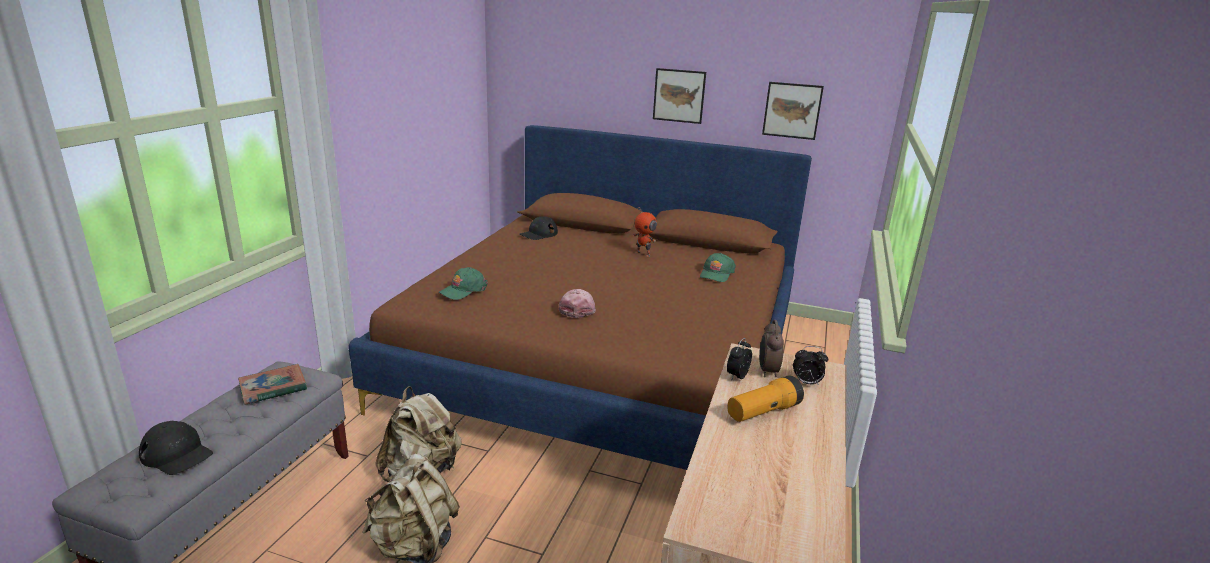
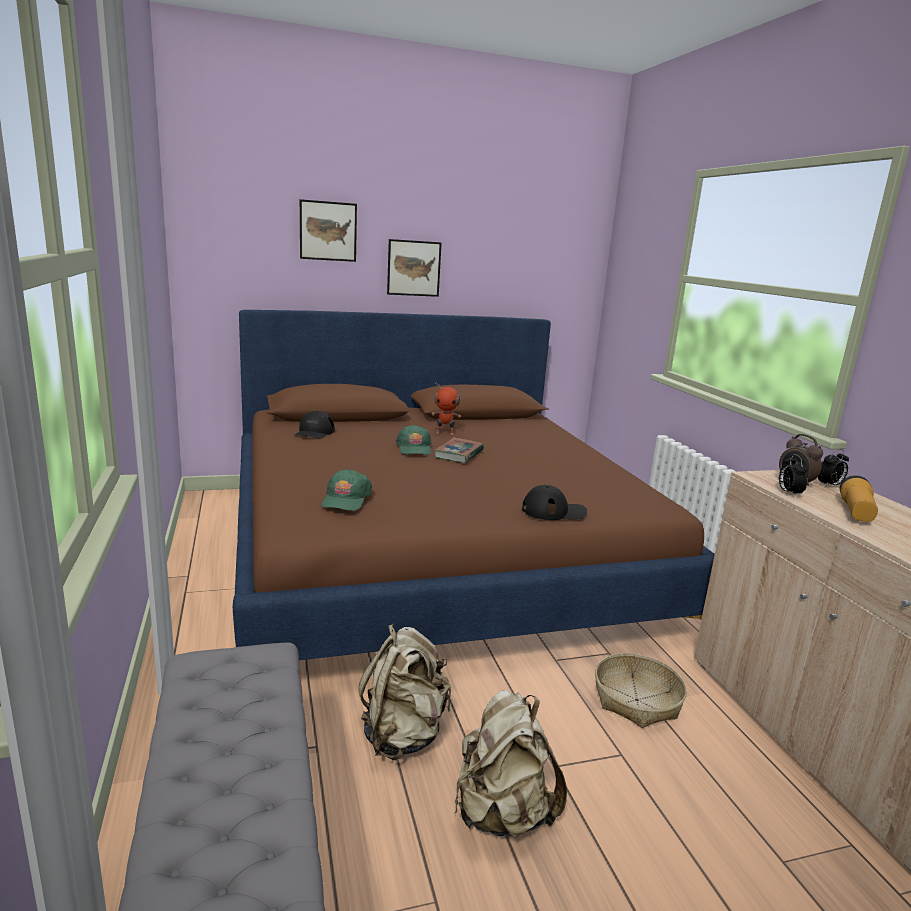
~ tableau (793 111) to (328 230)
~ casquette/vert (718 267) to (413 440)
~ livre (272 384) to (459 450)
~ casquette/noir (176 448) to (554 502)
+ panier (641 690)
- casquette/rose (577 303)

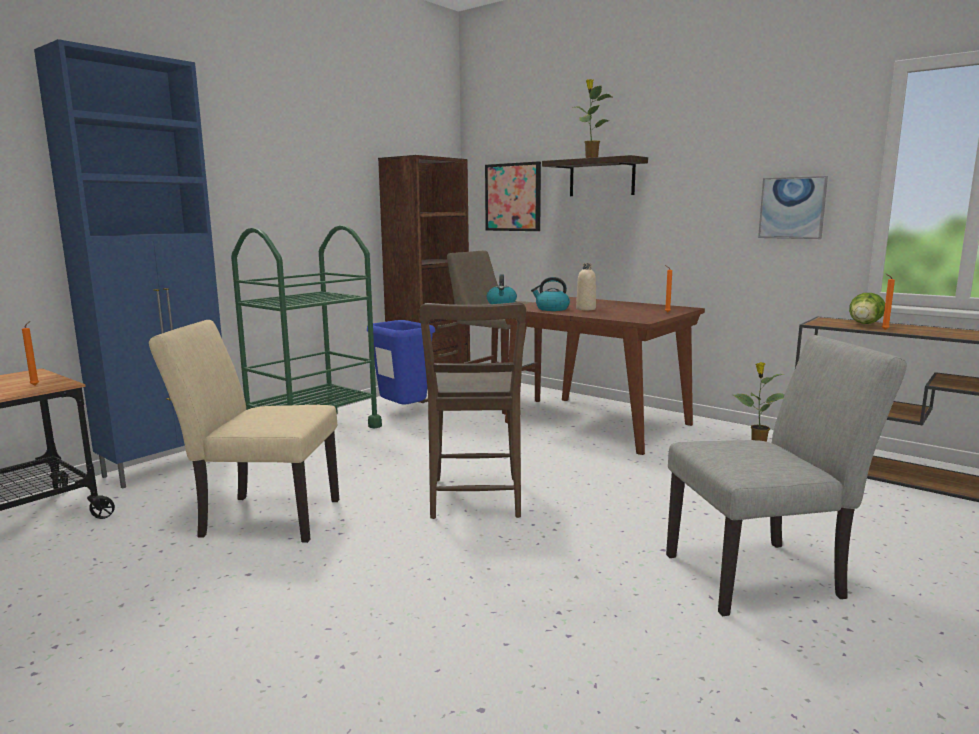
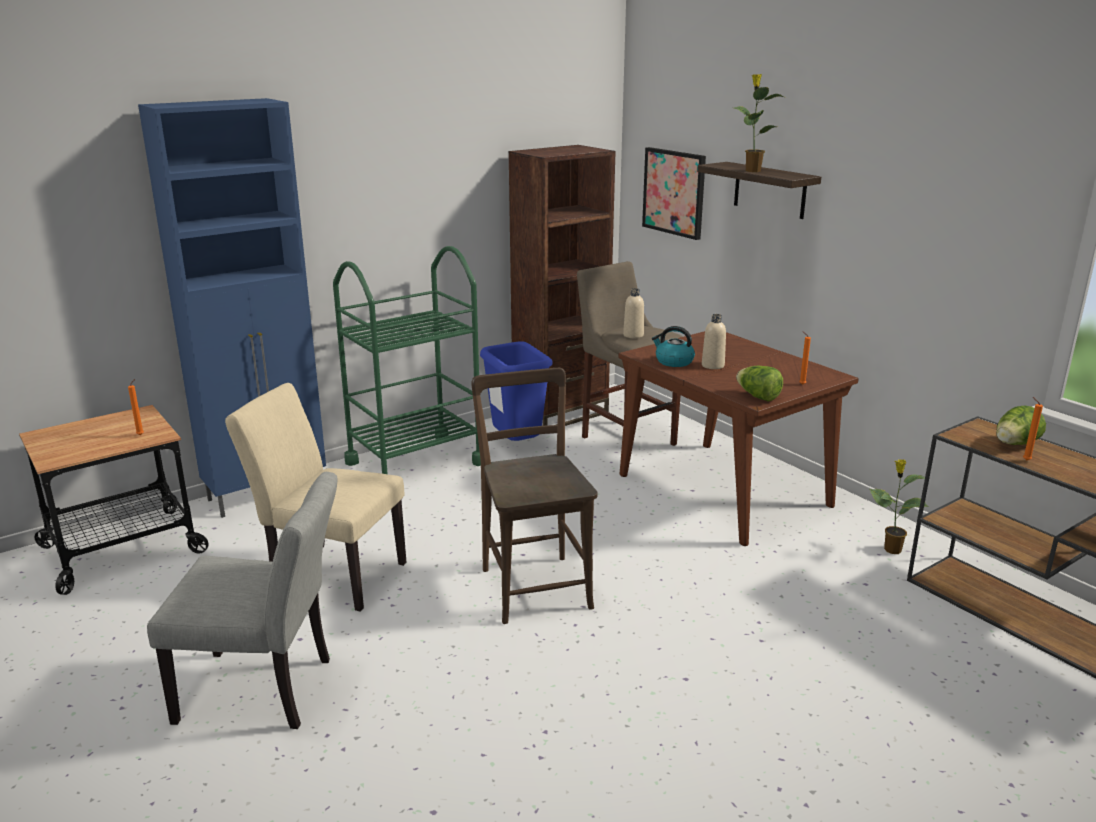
~ chaise/gris (786 475) to (242 600)
~ chaise/marron (473 410) = (534 496) 150 degrees clockwise
~ bouilloire (501 289) to bouteille/beige (633 313)
+ laitue (759 383)
- tableau (793 207)

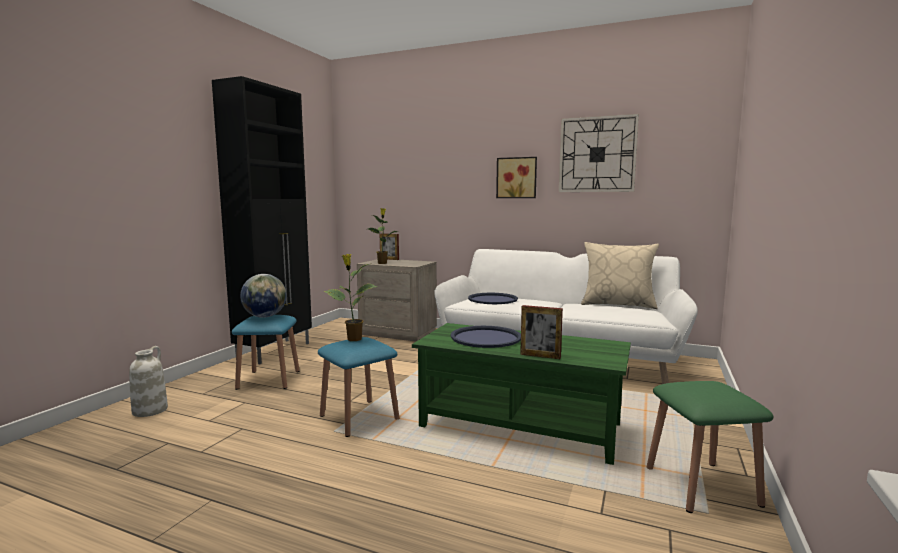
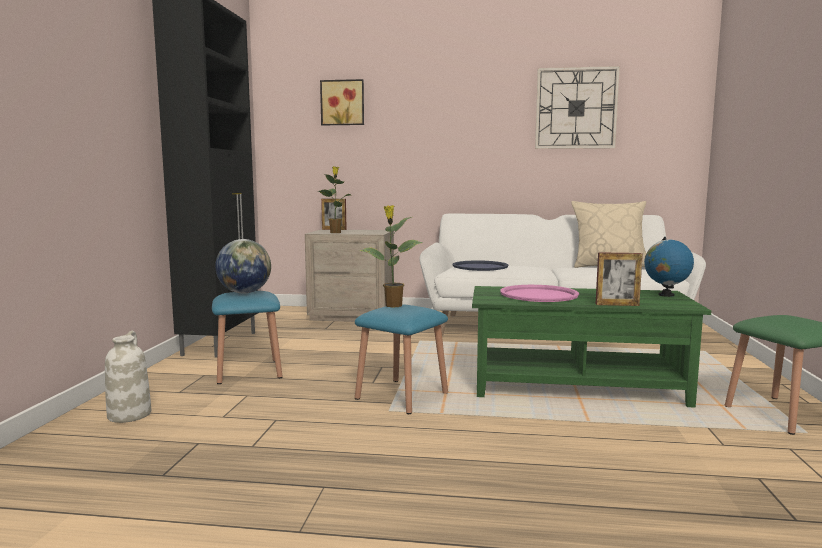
~ tableau (516 177) to (342 102)
~ plateau/bleu (486 337) to plateau/rose (539 293)
+ globe (669 267)

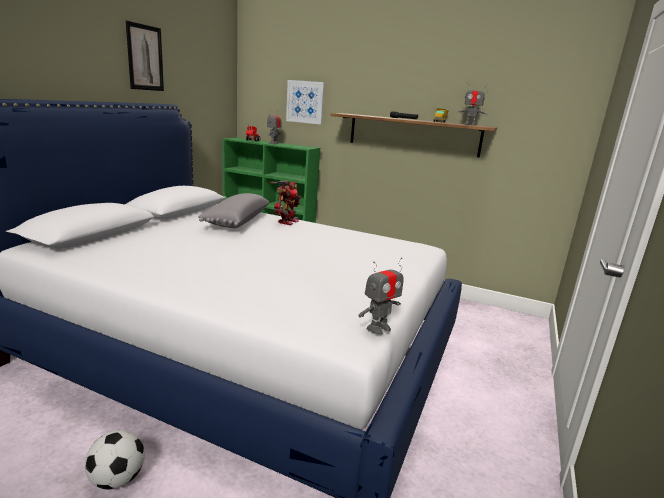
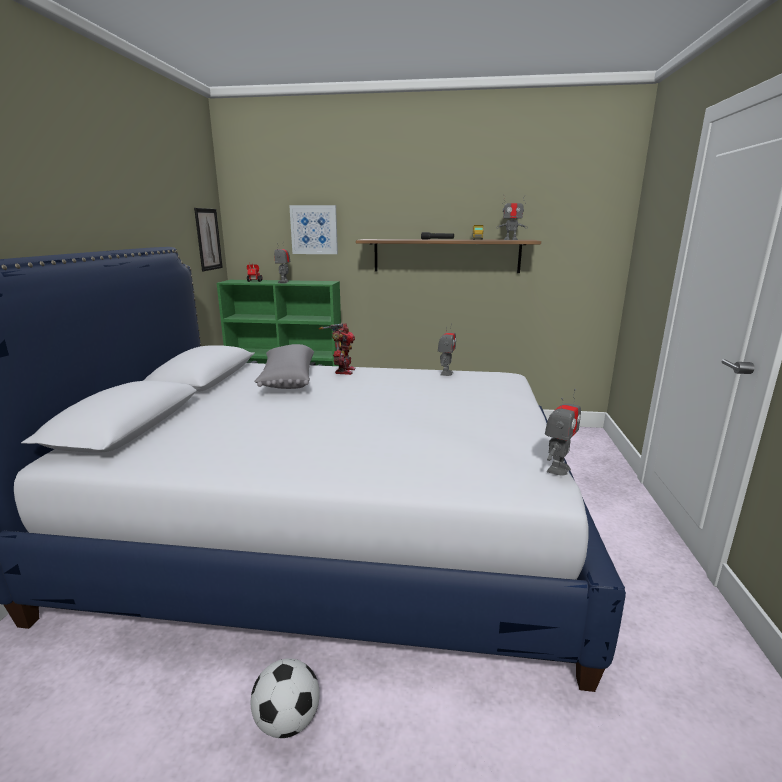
~ tableau (145 56) to (208 239)
+ robot jouet (447 349)

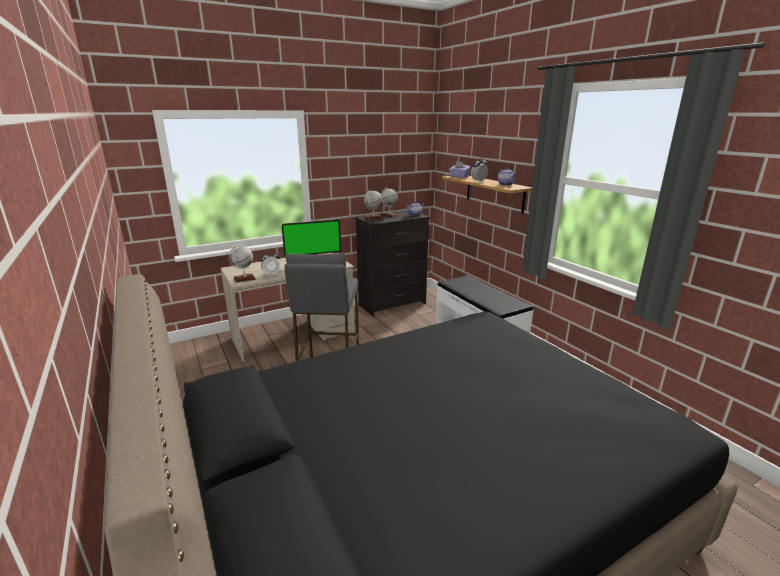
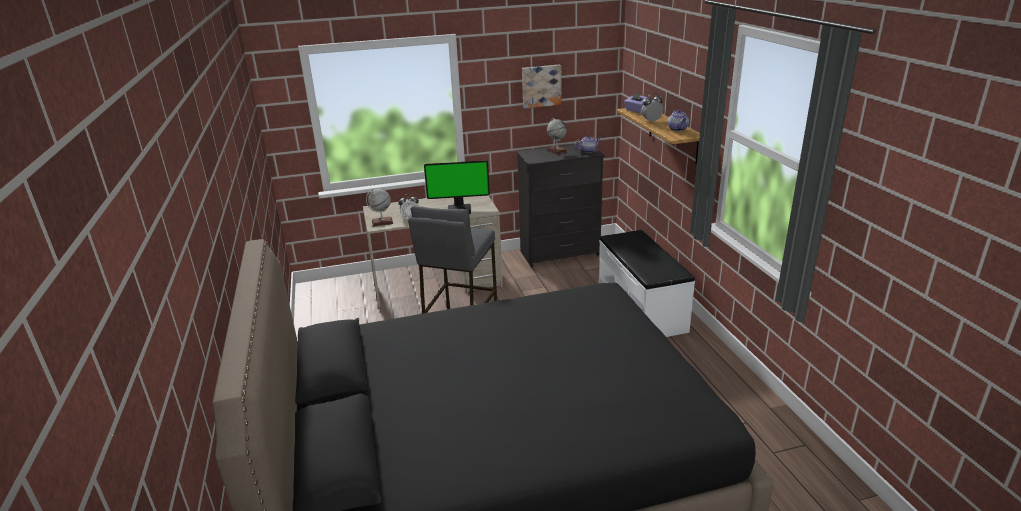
+ tableau (541 87)
- globe (373 205)

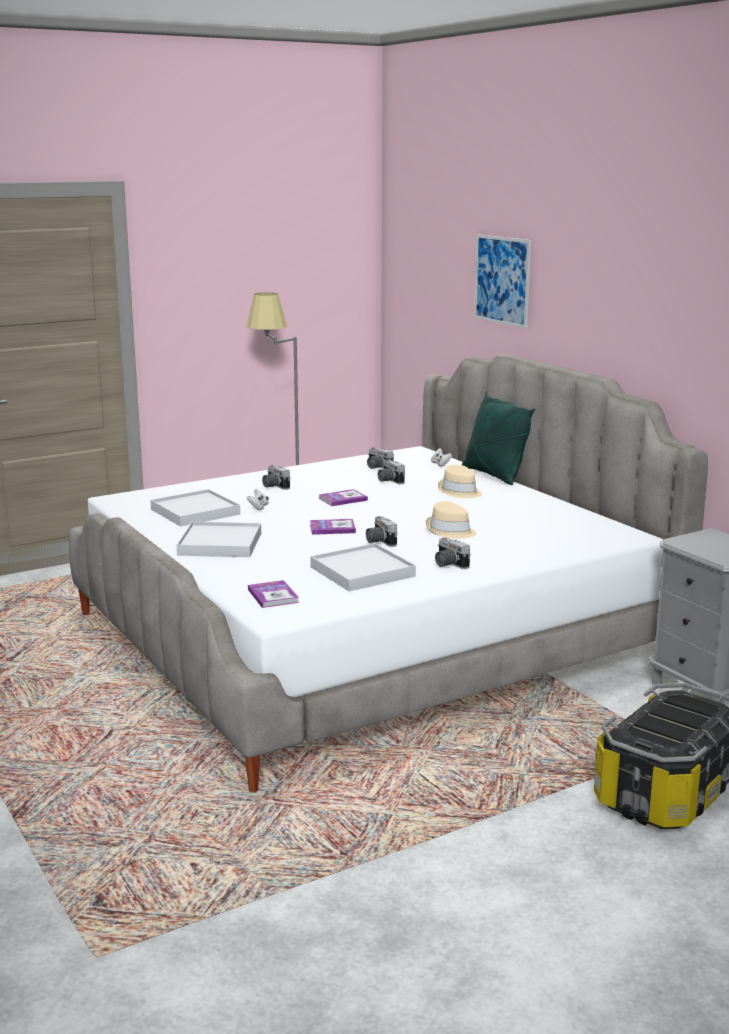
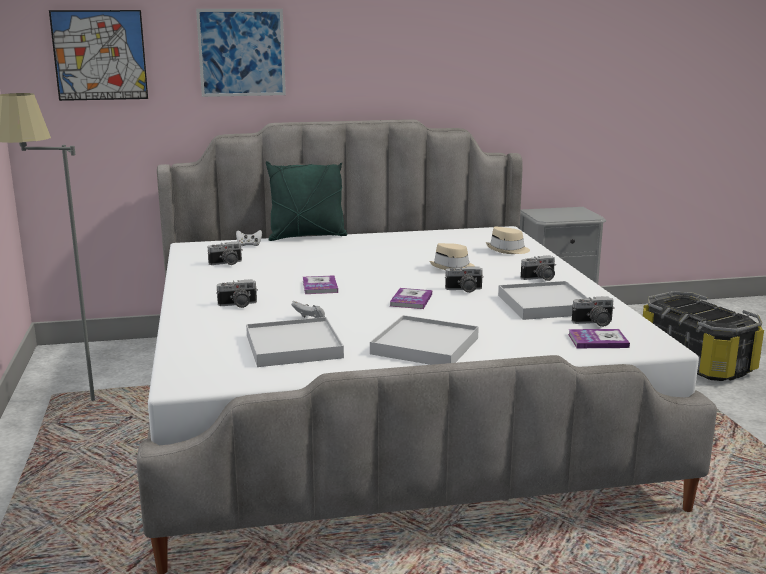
+ tableau (98 55)
~ chapeau/beige (460 481) to (508 240)
~ appareil photo (391 472) to (593 311)

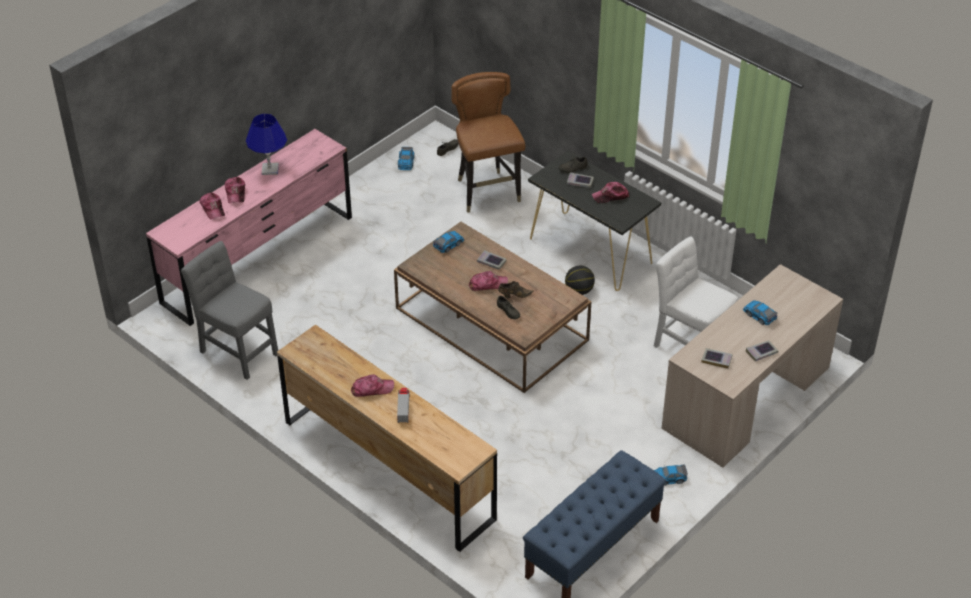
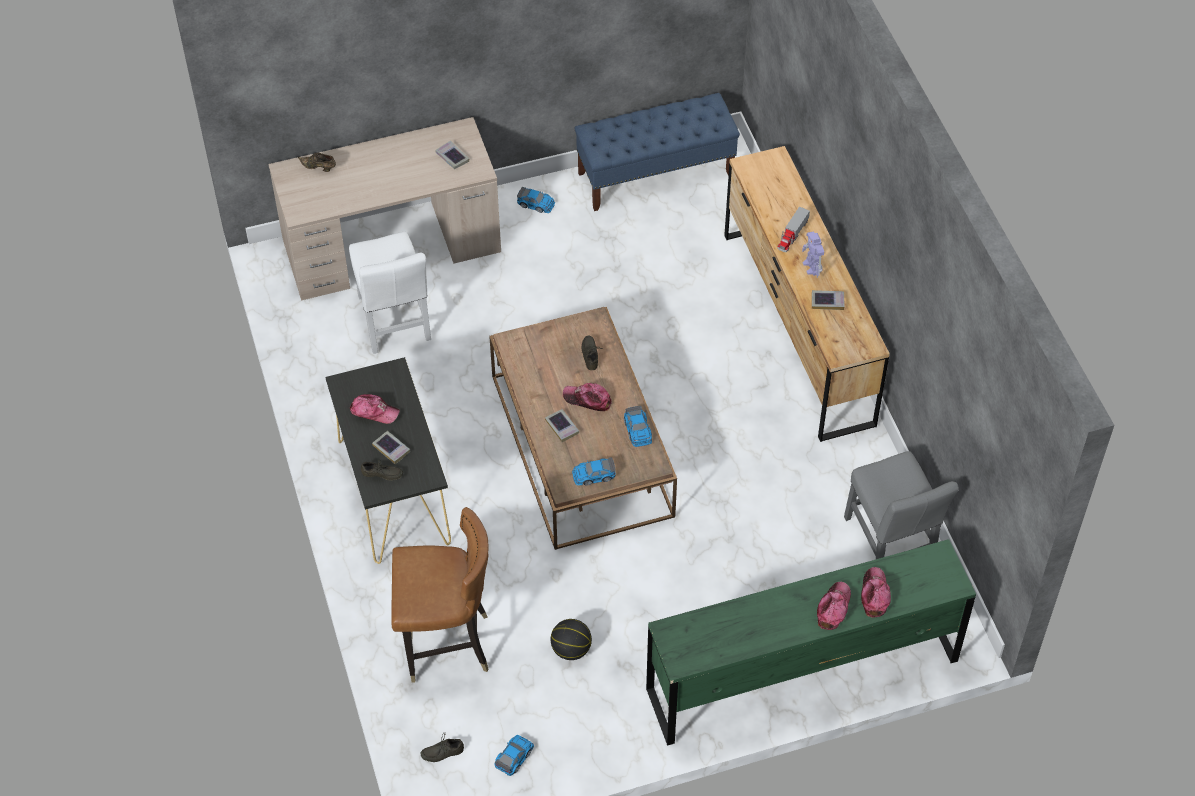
~ chaussure/marron (516 289) to (317 162)
~ chaise/marron (488 142) = (440 595) 105 degrees counterclockwise
~ ballon de basket (580 280) to (571 639)
~ petite voiture (760 312) to (638 426)
~ commode/rose (249 227) to commode/vert (811 642)
~ casquette (372 386) to robot jouet (813 254)
~ livre (762 350) to (828 300)
- lampe de table/bleu (266 144)

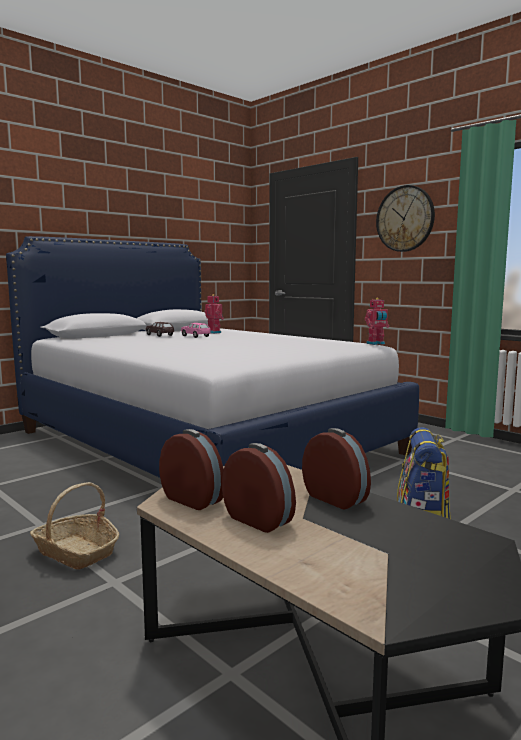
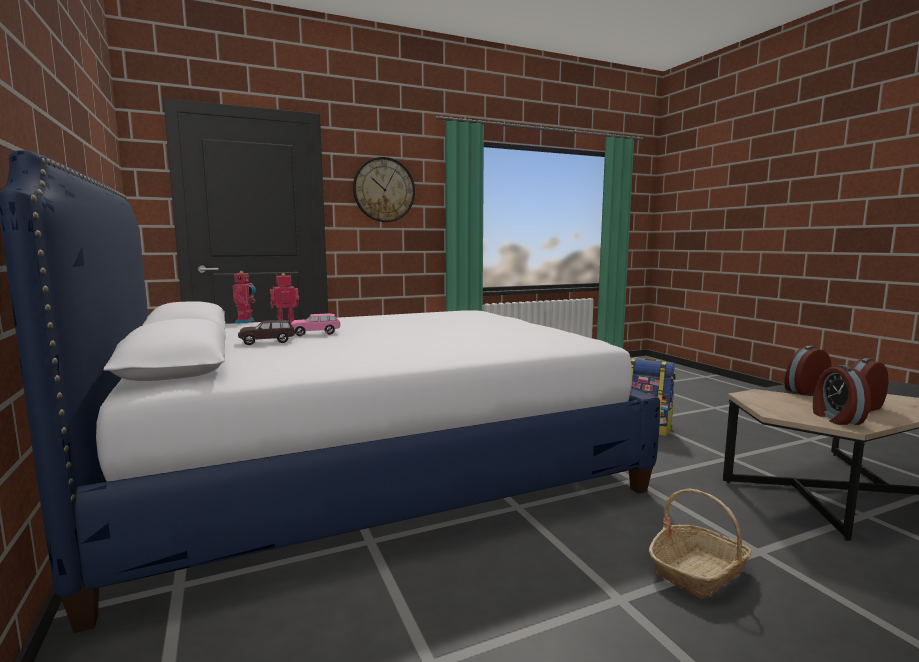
~ robot jouet (377 321) to (244 297)
~ réveil (191 469) = (842 395) 60 degrees counterclockwise

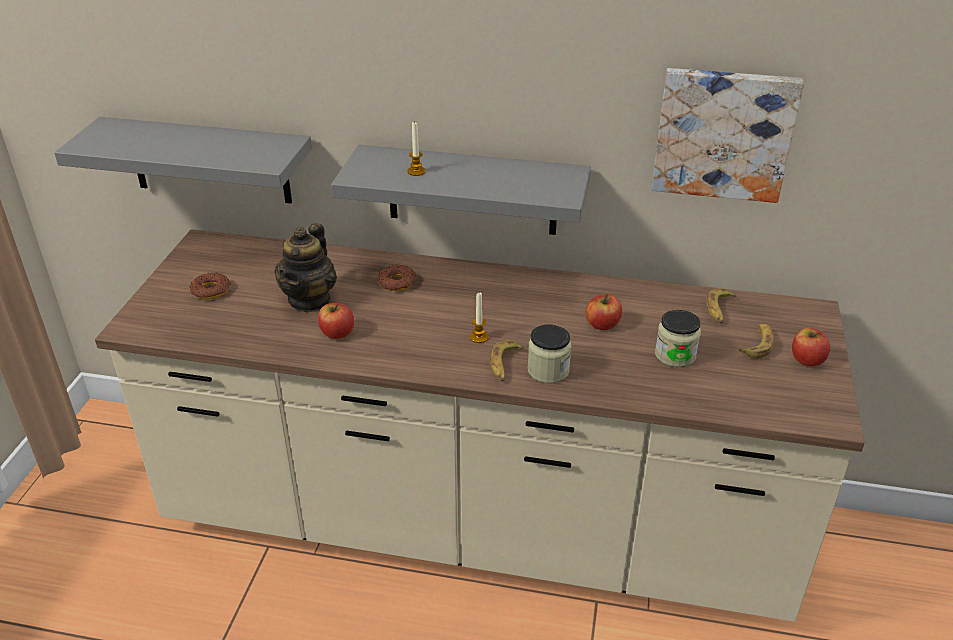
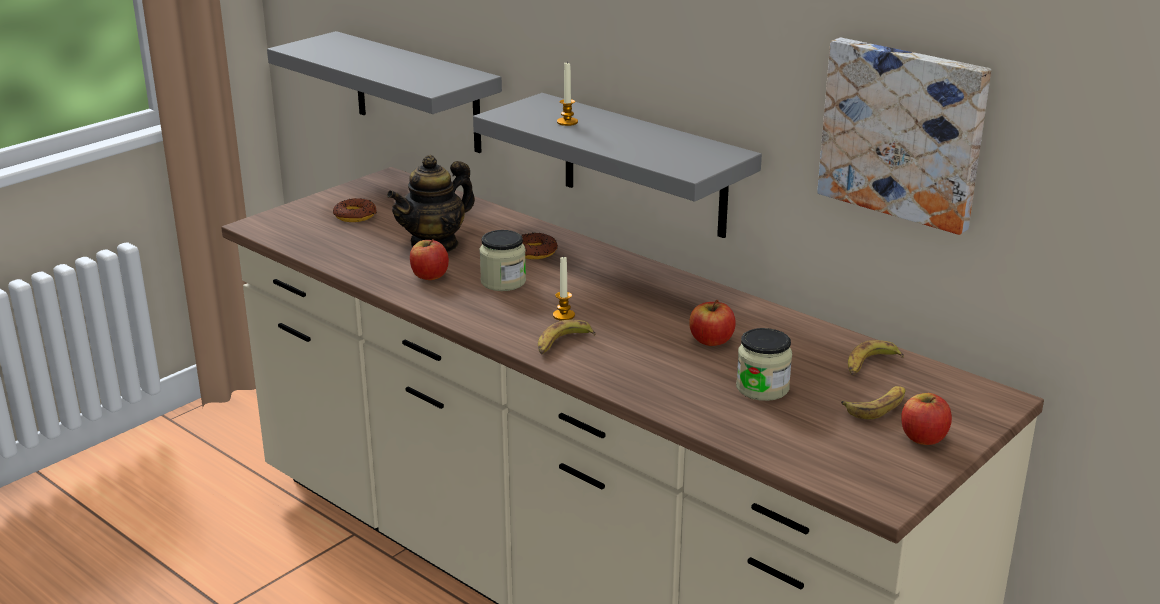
~ bocal (550 353) to (502 260)

